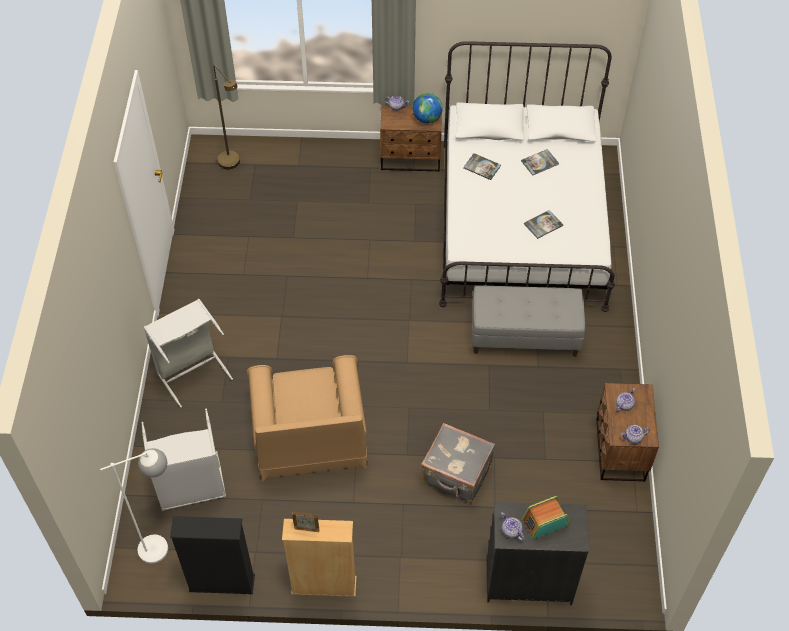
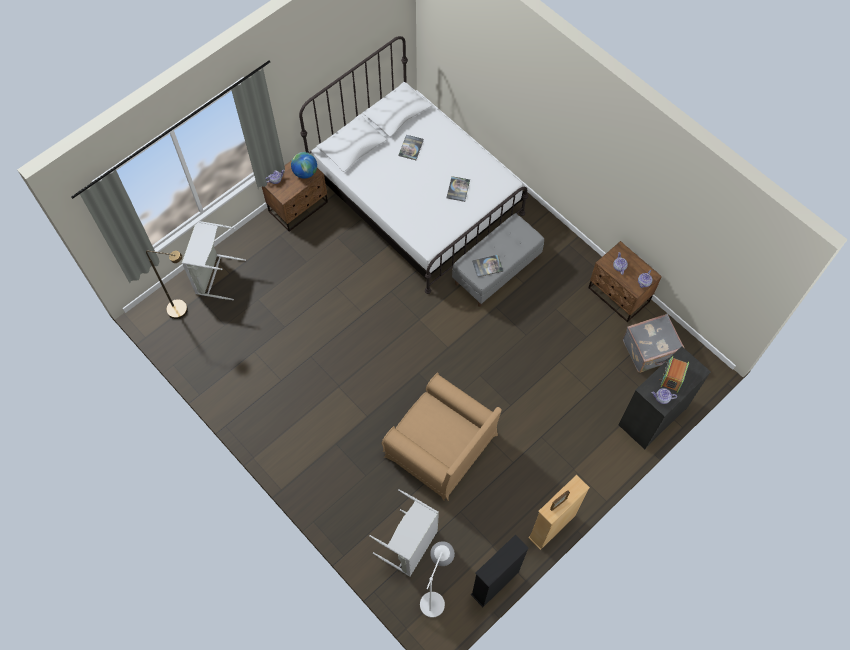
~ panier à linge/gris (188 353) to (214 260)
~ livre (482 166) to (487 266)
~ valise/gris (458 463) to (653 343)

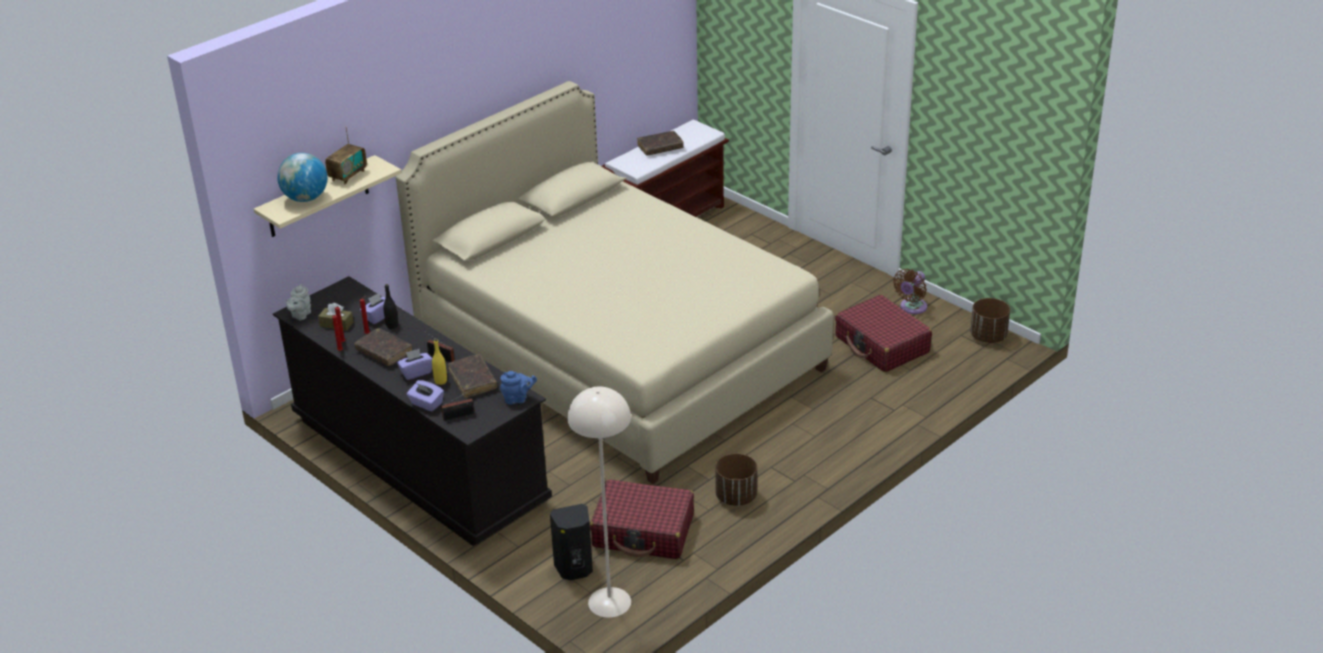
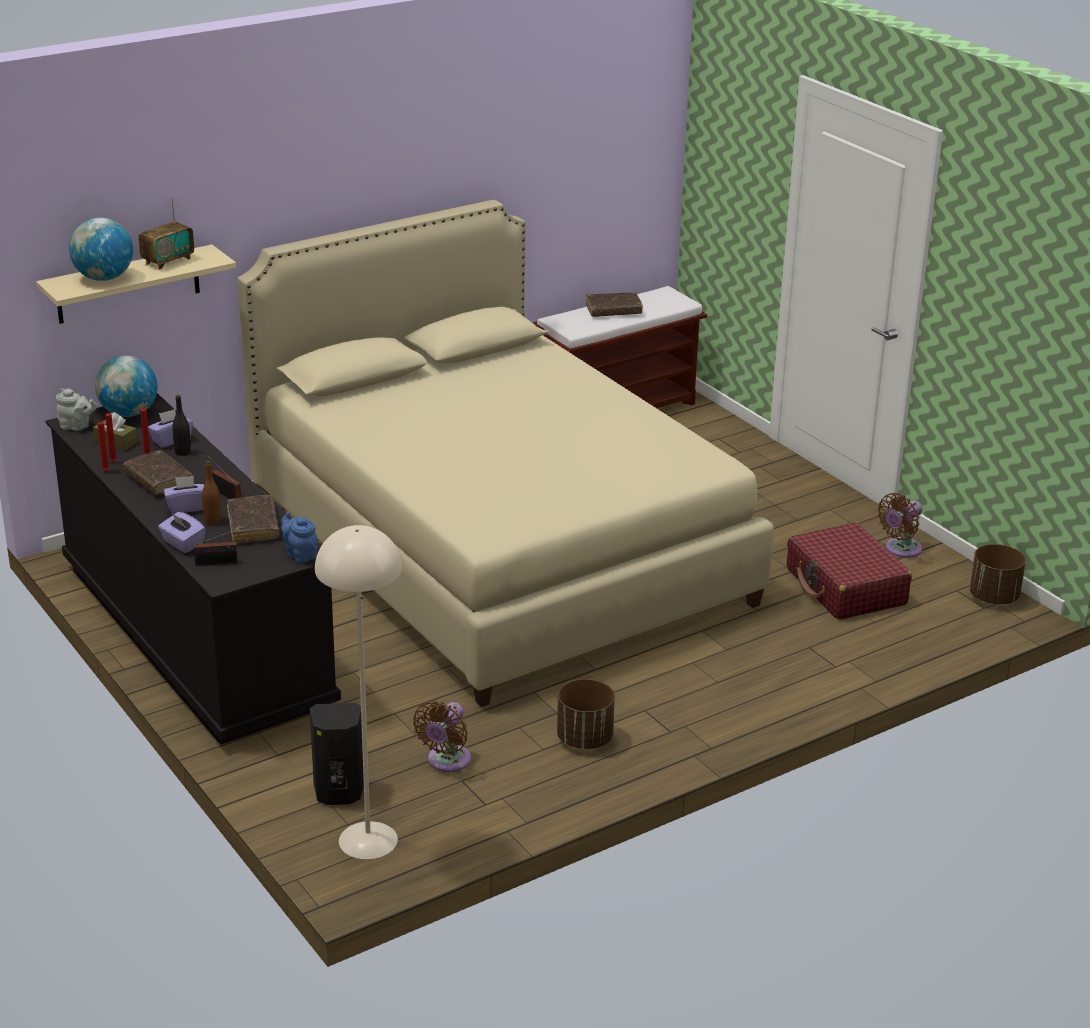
~ théière/gris (298 302) = (76 409) 105 degrees counterclockwise
+ globe (126 386)
~ bouteille/jaune (439 362) to bouteille/marron (211 493)
~ théière/bleu (518 388) = (299 537) 135 degrees counterclockwise
~ valise/rouge (642 519) to ventilateur/marron (442 736)

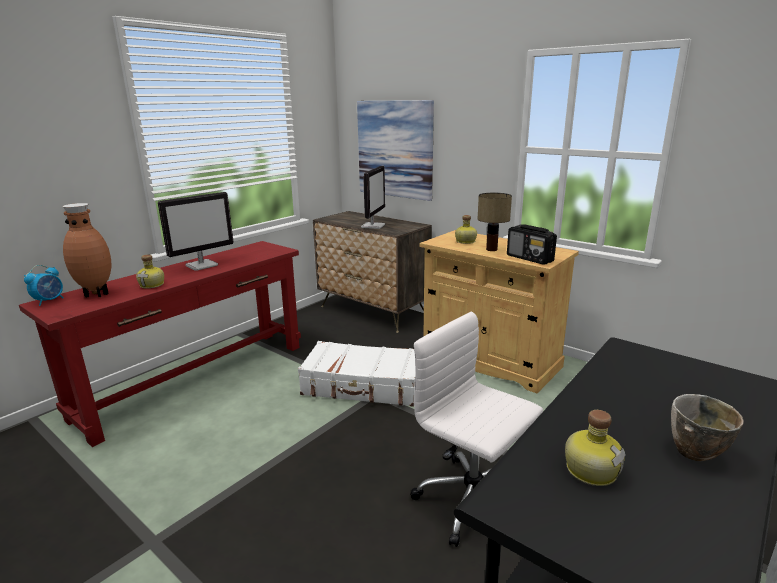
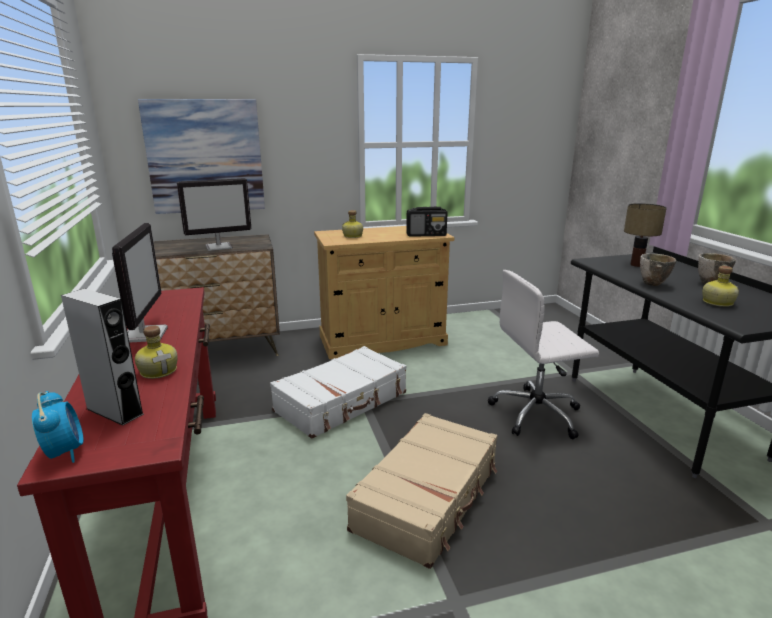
~ vase/marron (86 250) to enceinte/gris (102 357)
~ écran d'ordinateur (373 197) = (214 214) 105 degrees clockwise
+ valise/beige (421 491)
~ lampe de table (495 222) to (645 235)
+ bol (658 269)

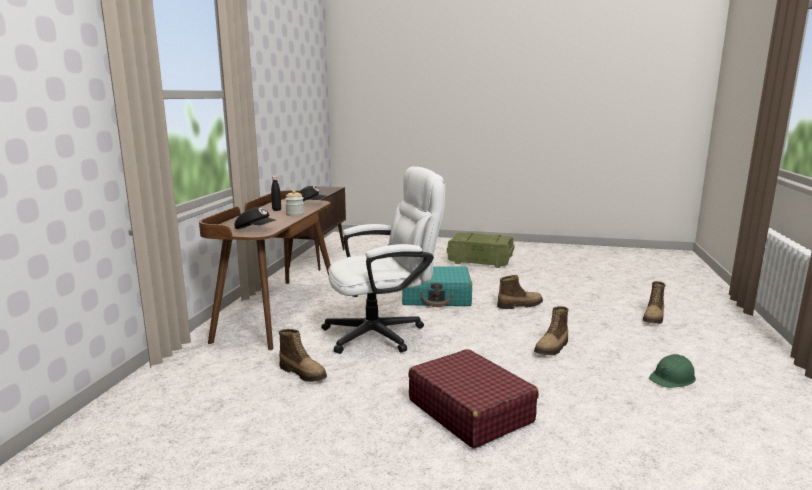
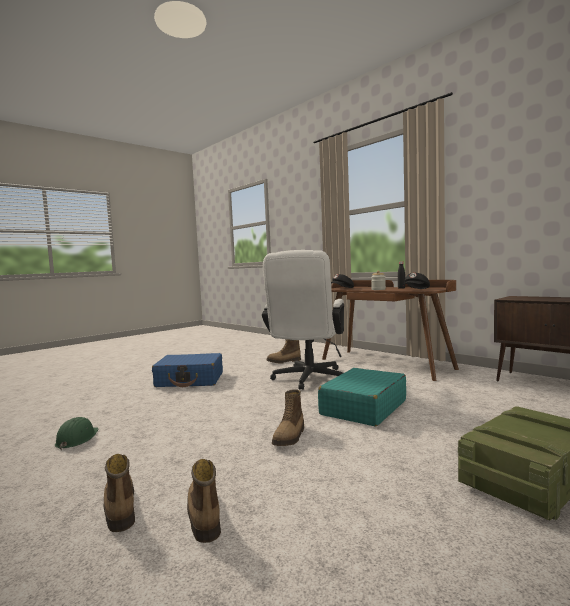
~ valise/rouge (473 398) to valise/bleu (187 370)
~ botte (551 330) to (204 501)

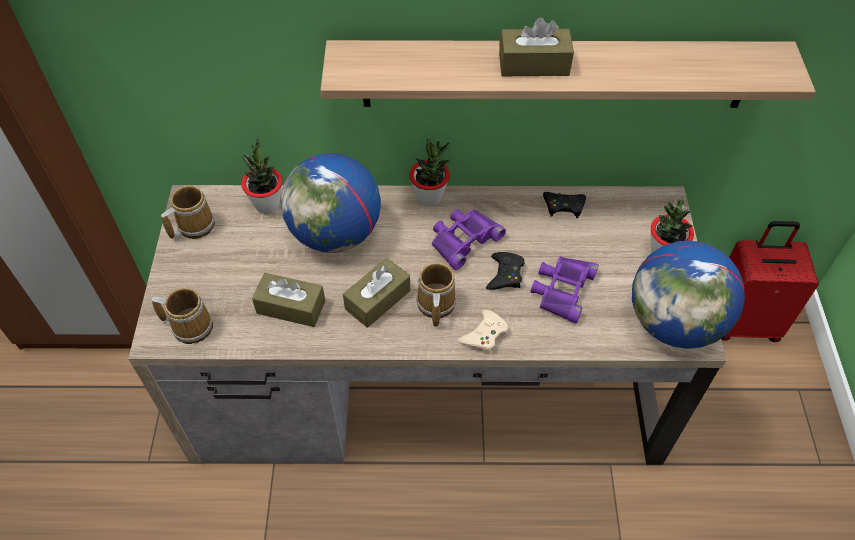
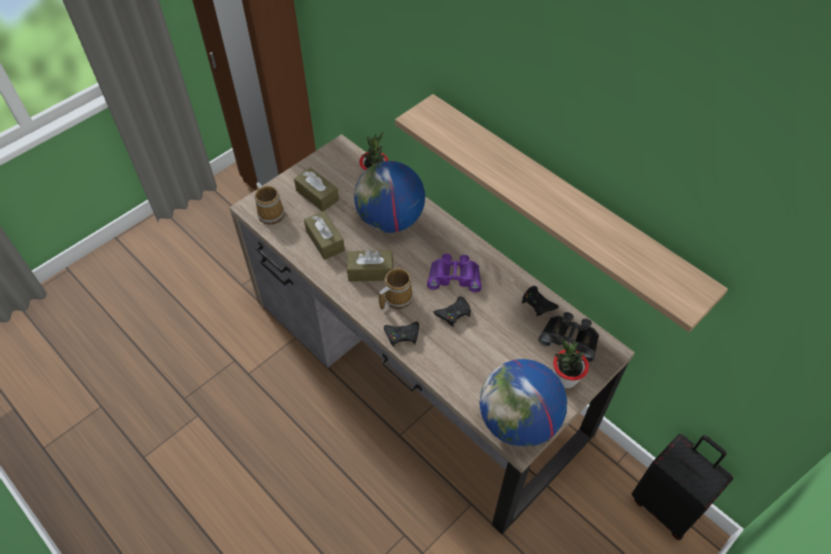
~ boîte à mouchoirs/marron (536 46) to (316 189)
~ manette/beige (483 332) to manette/noir (401 334)
+ jumelles/noir (568 337)
~ valise/rouge (770 281) to valise/noir (682 487)
- mug (188 212)
- plante en pot (429 172)
- jumelles/violet (565 289)

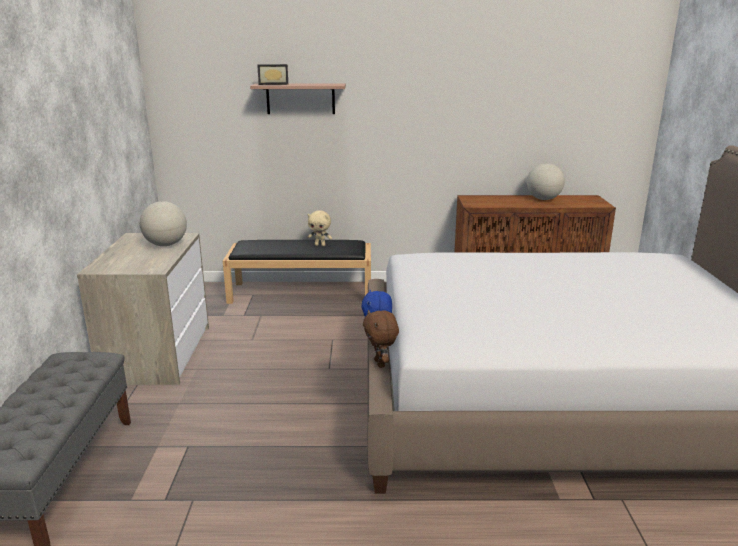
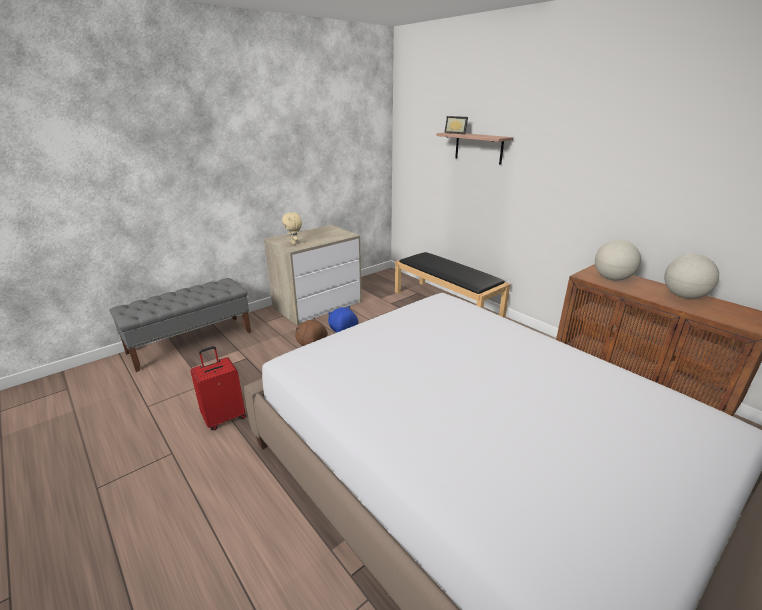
+ valise/rouge (218 388)
~ peluche/beige (320 228) to (292 228)
~ globe (163 223) to (618 260)

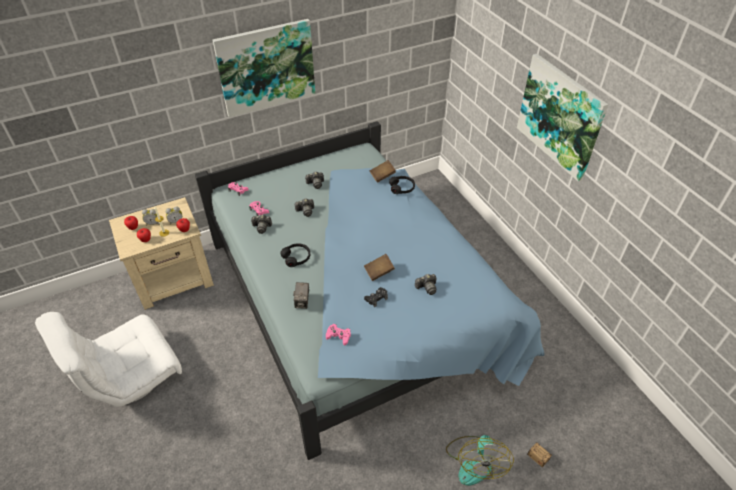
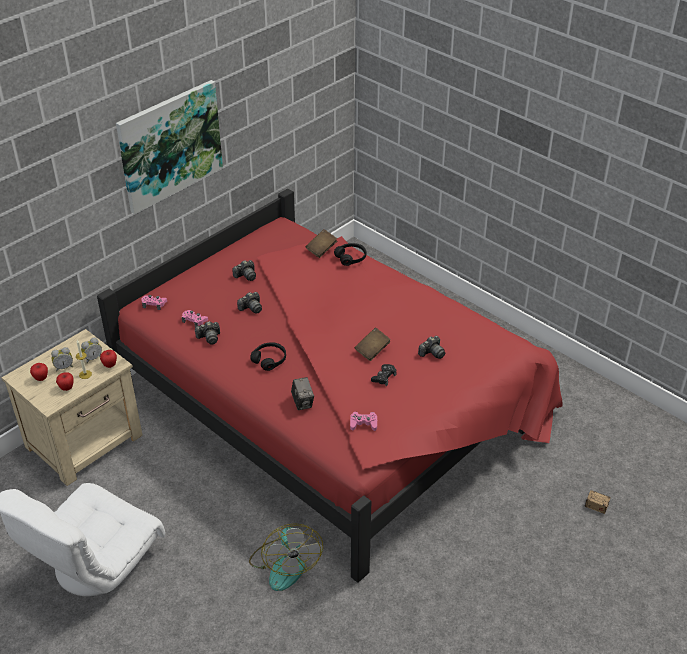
~ lit/bleu (369 290) to lit/rouge (330 385)
~ ventilateur (480 460) to (286 557)
- tableau (562 118)

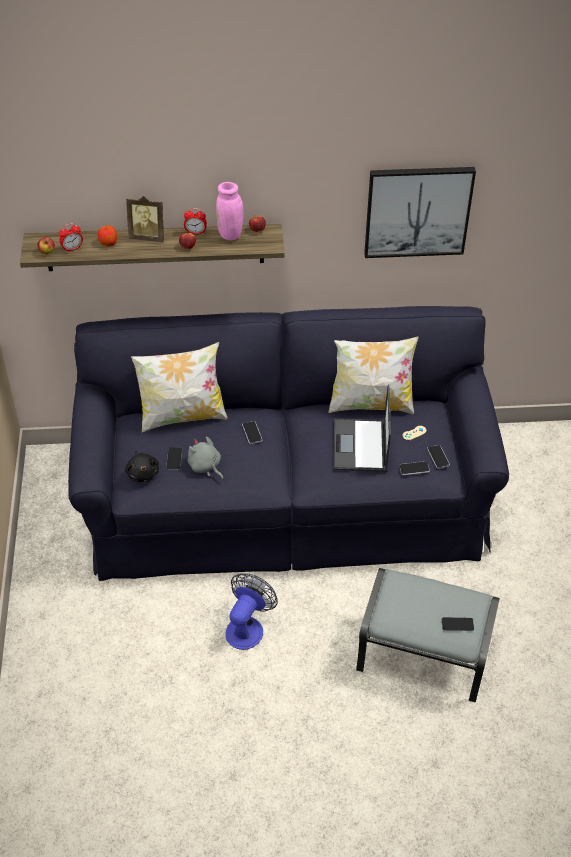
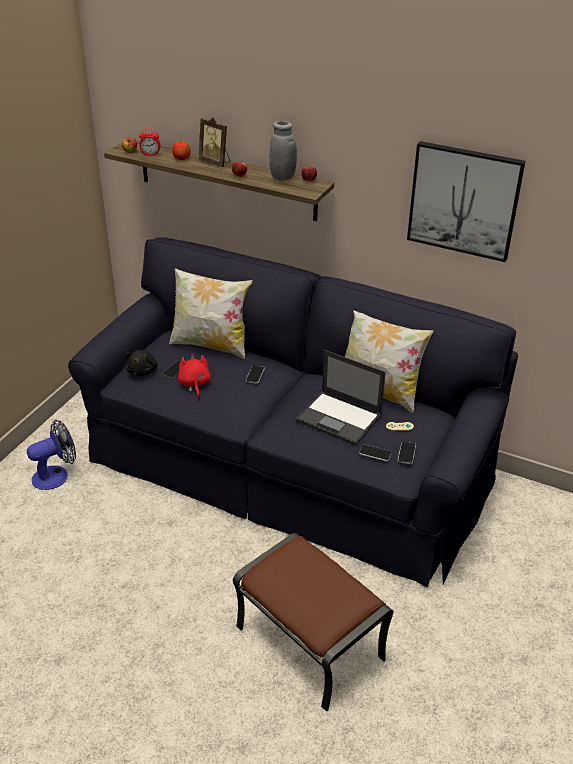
~ ventilateur (252 611) to (51 455)
~ peluche/gris (206 458) to peluche/rouge (194 376)
~ pouf/gris (428 635) to pouf/marron (313 622)
~ vase/rose (238 211) to vase/gris (283 151)
~ ordinateur portable (362 428) = (340 397) 90 degrees counterclockwise
- réveil (195 221)
- téléphone (458 624)

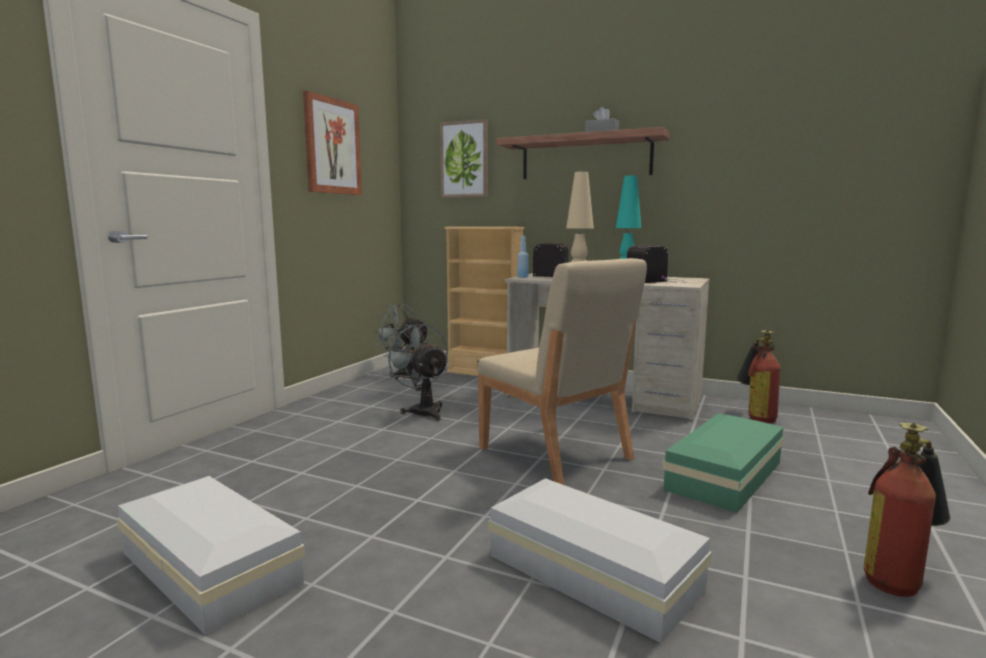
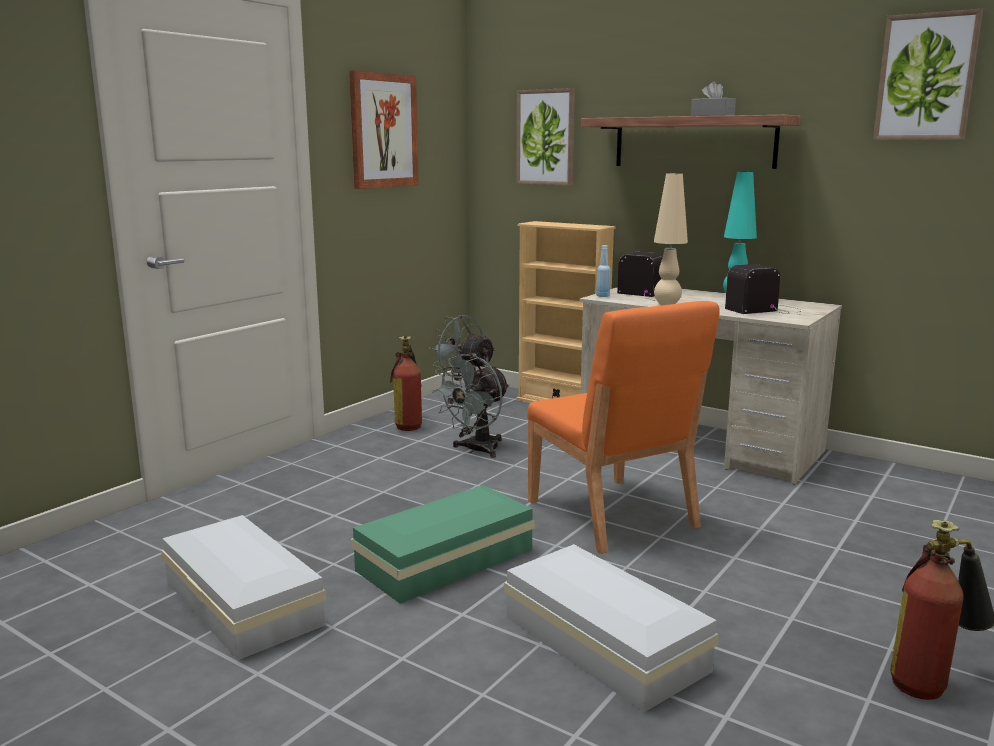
~ boîte de rangement/vert (723 463) to (443 544)
~ extincteur (758 376) to (406 383)
~ ventilateur/gris (416 372) = (471 406) 120 degrees counterclockwise
~ chaise/beige (562 371) to chaise/orange (623 427)
+ tableau (928 74)

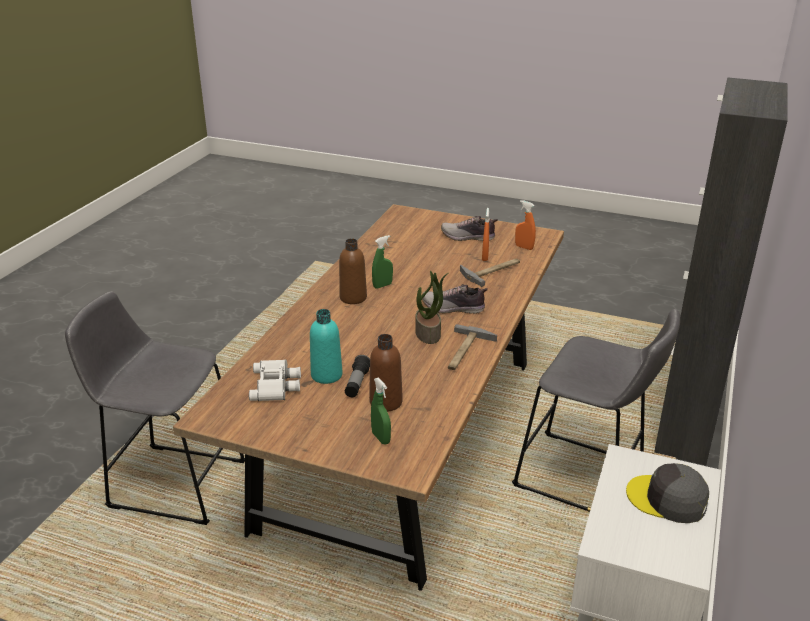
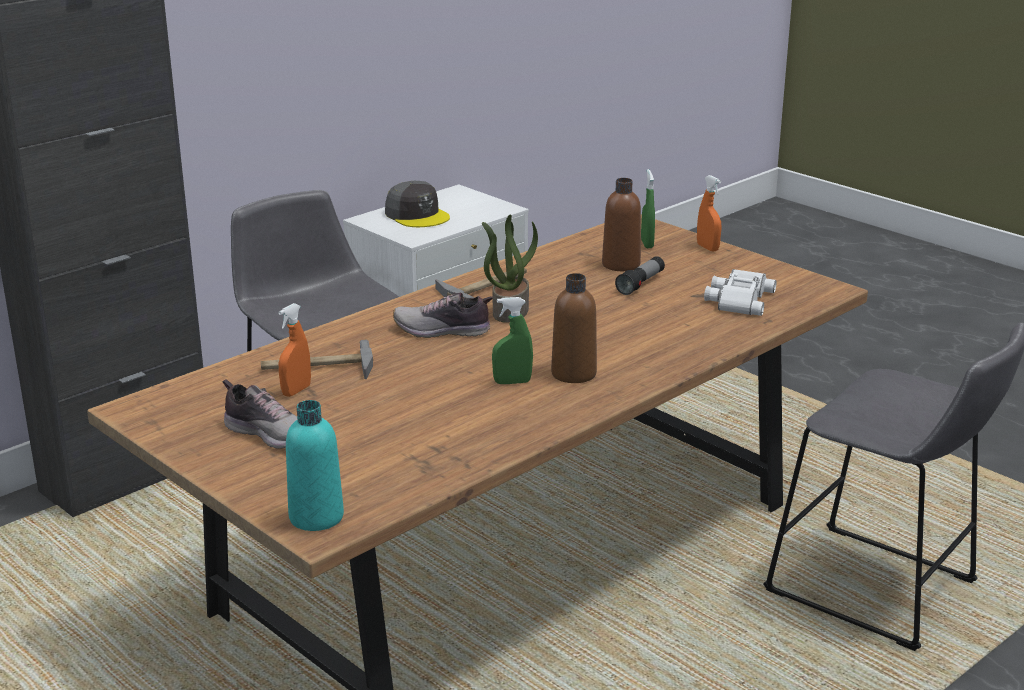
~ bouteille/turquoise (326 346) to (315 465)
~ chaussure (455 299) = (443 315) 150 degrees clockwise
~ vaporisateur/orange (525 225) to (709 213)

